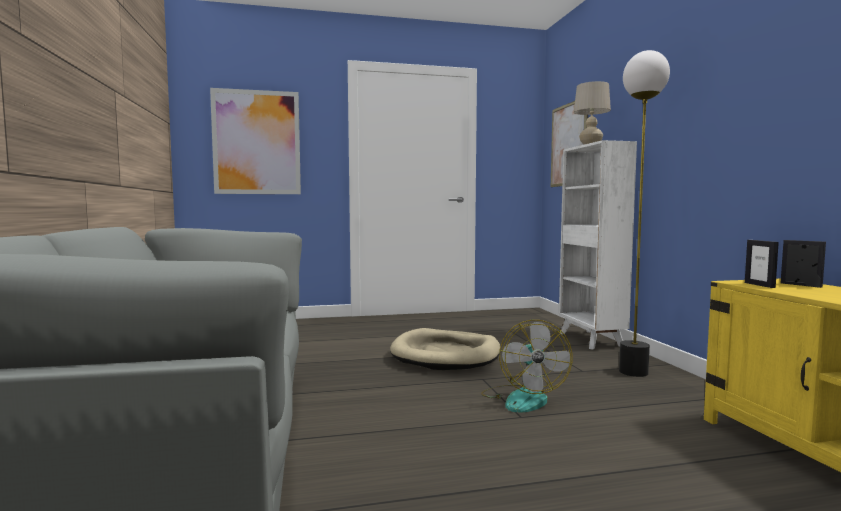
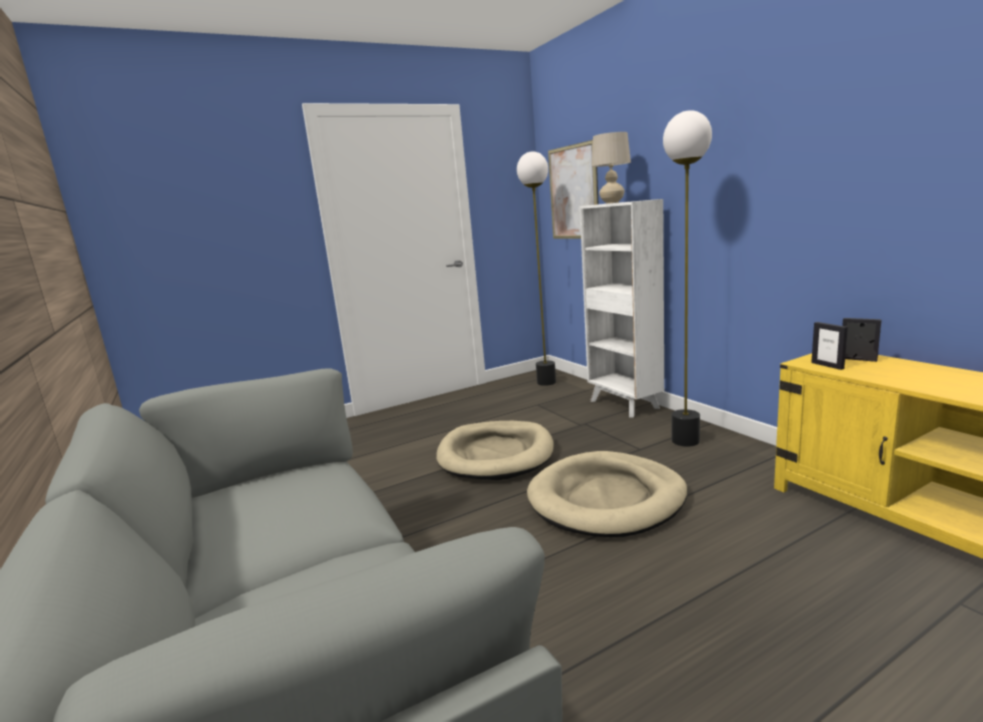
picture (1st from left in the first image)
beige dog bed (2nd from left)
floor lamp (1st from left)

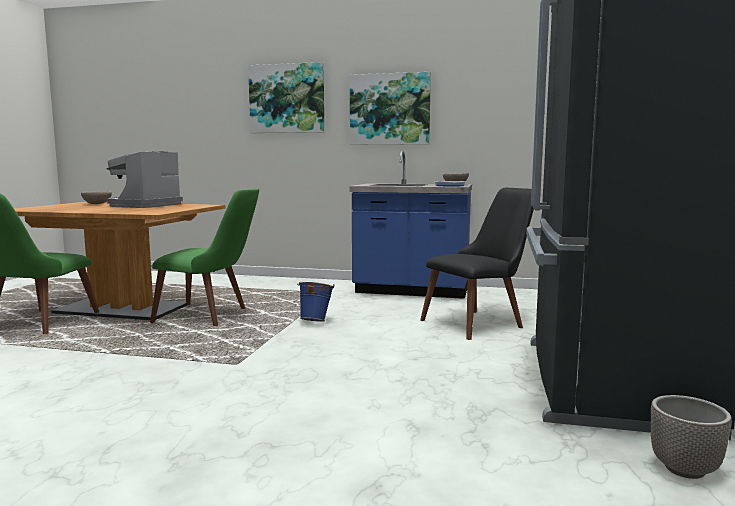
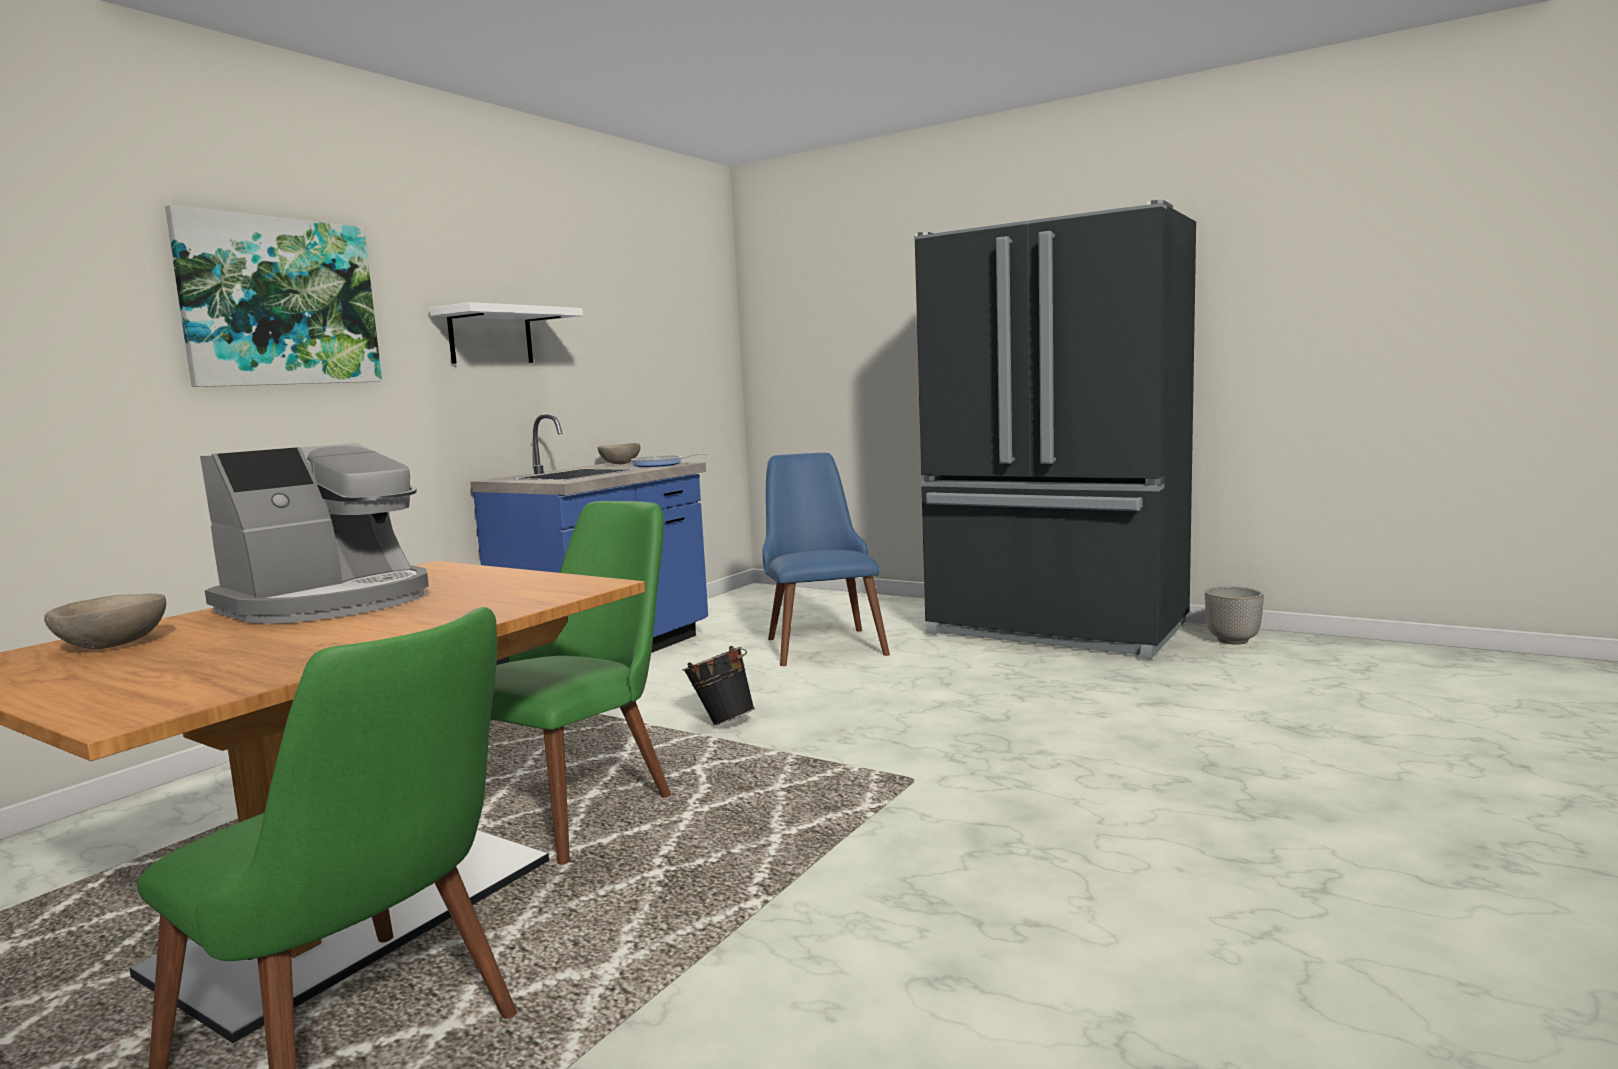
coffee machine
black bucket
white shelf
blue chair

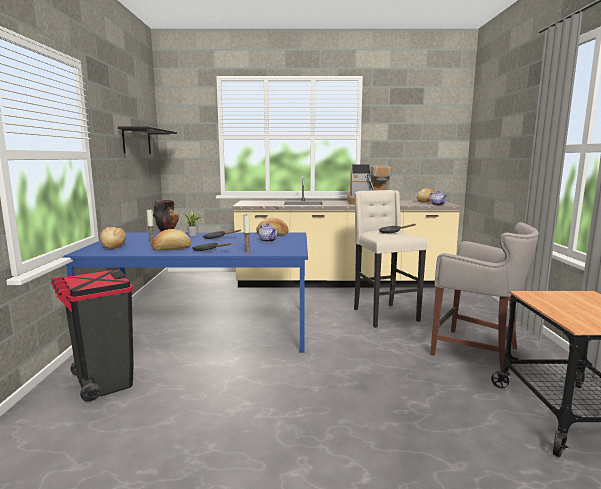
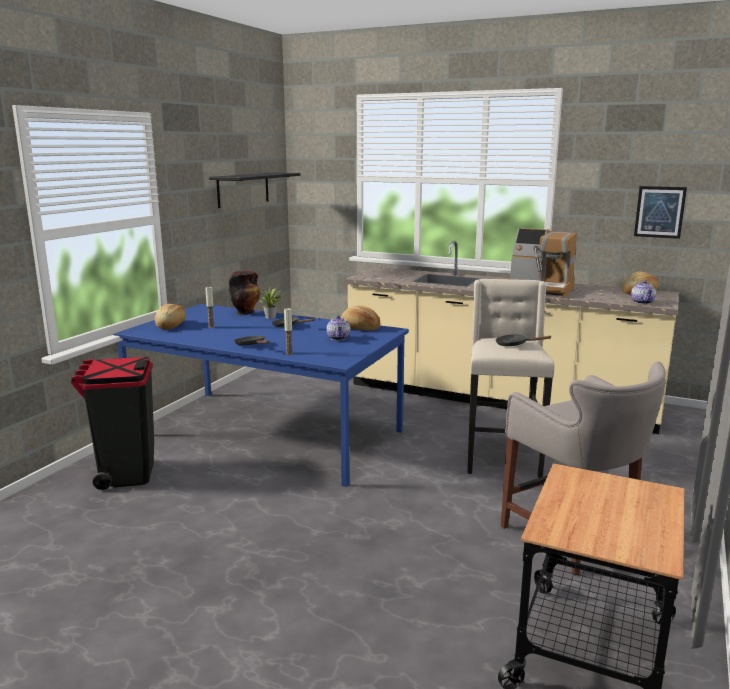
bread (2nd from left in the first image)
picture

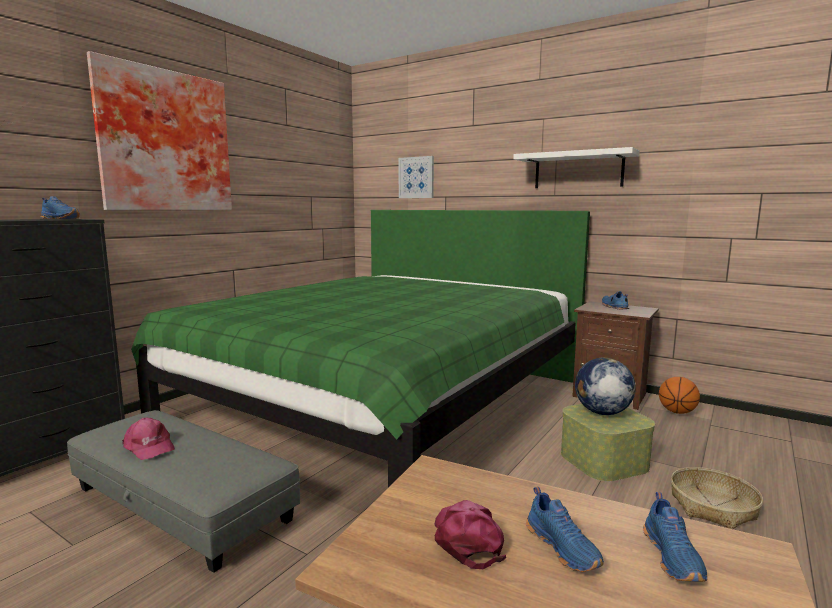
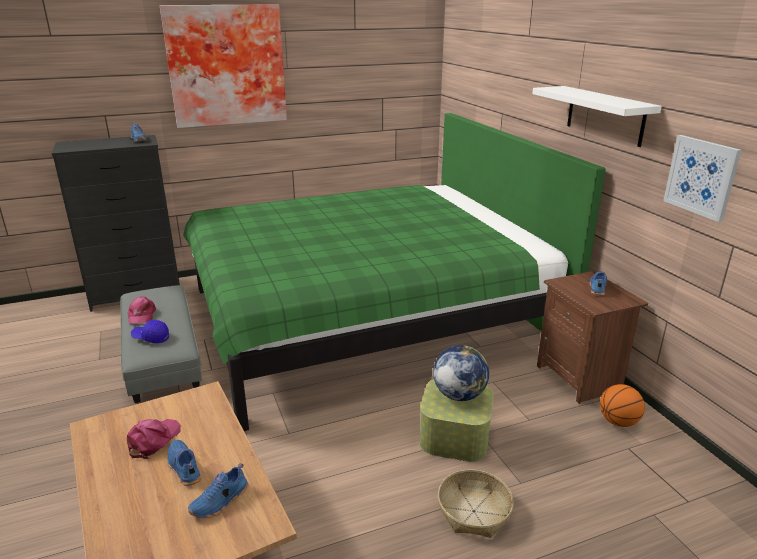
picture (2nd from left)
blue shoe (2nd from left)
blue cap

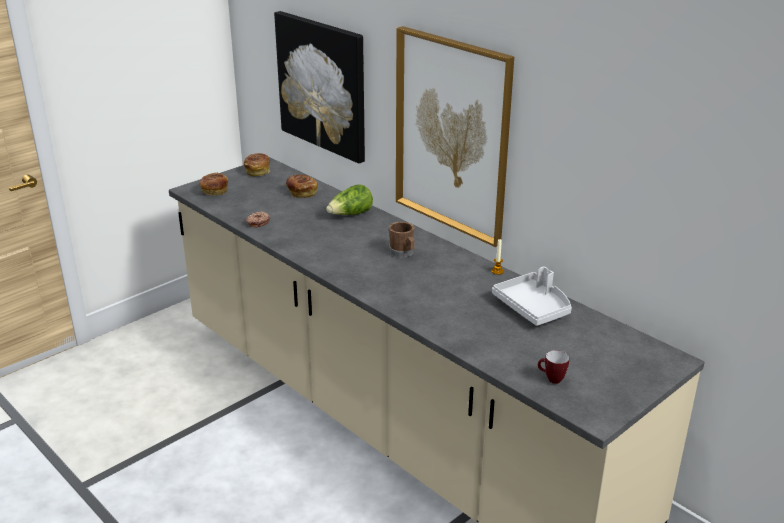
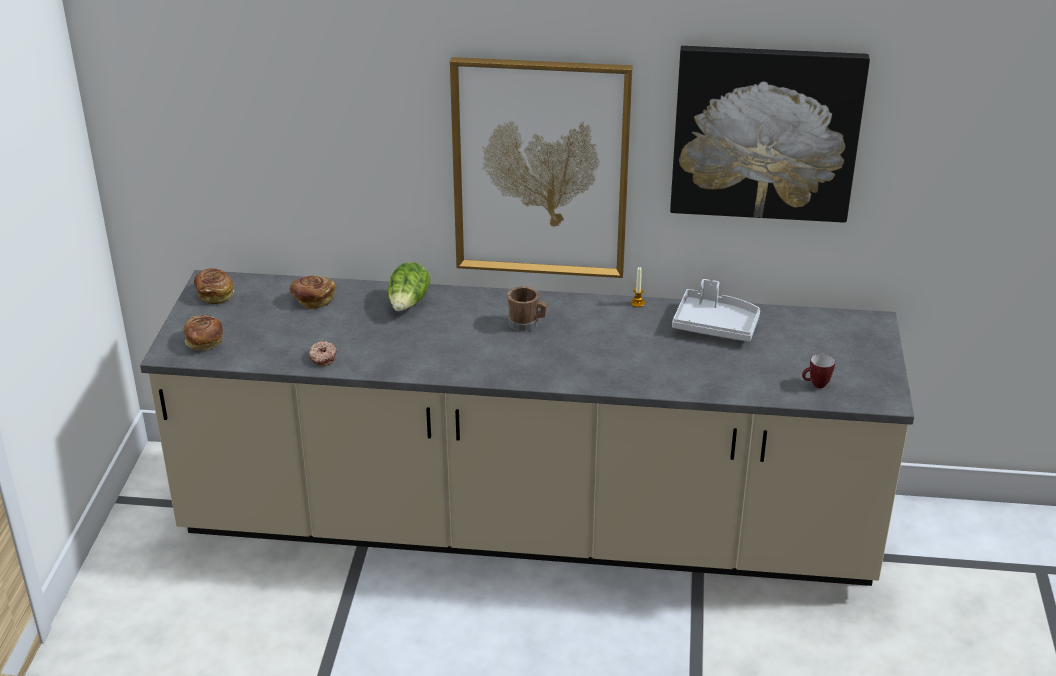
picture (2nd from left)

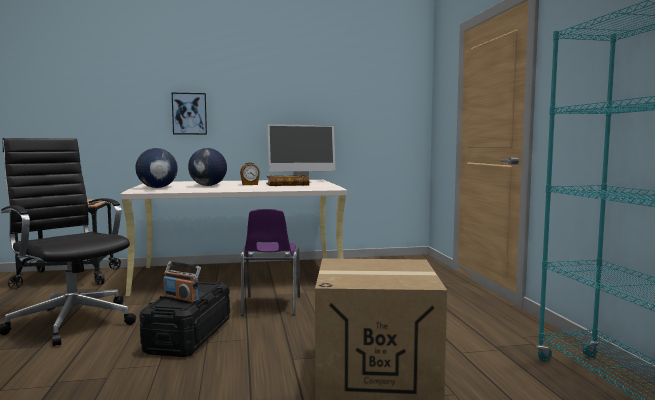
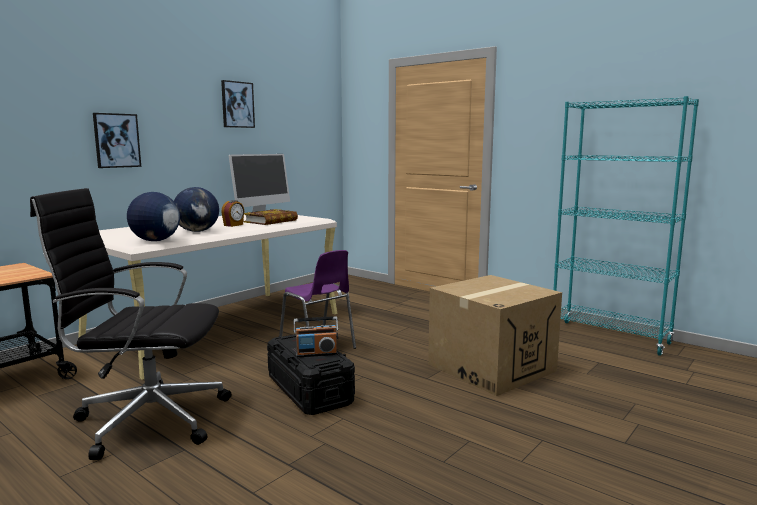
picture (2nd from left)

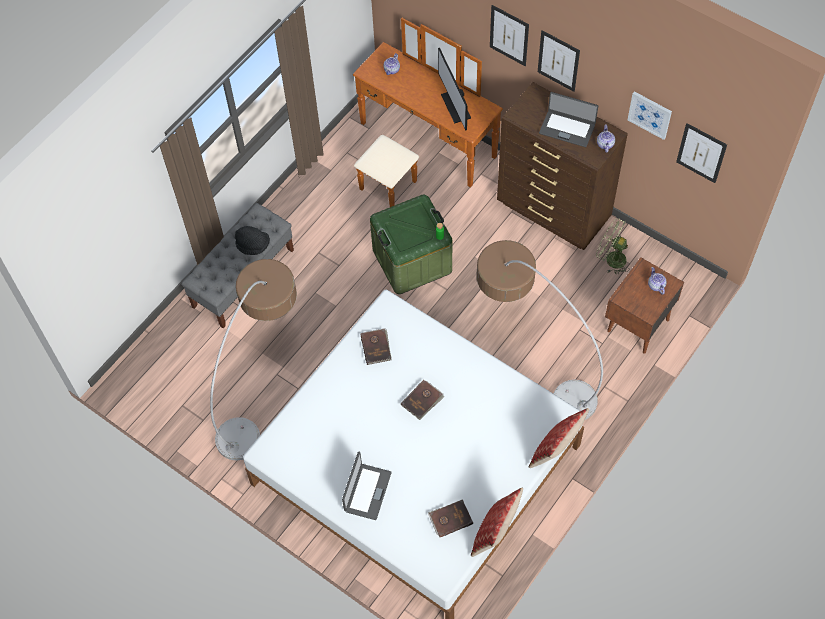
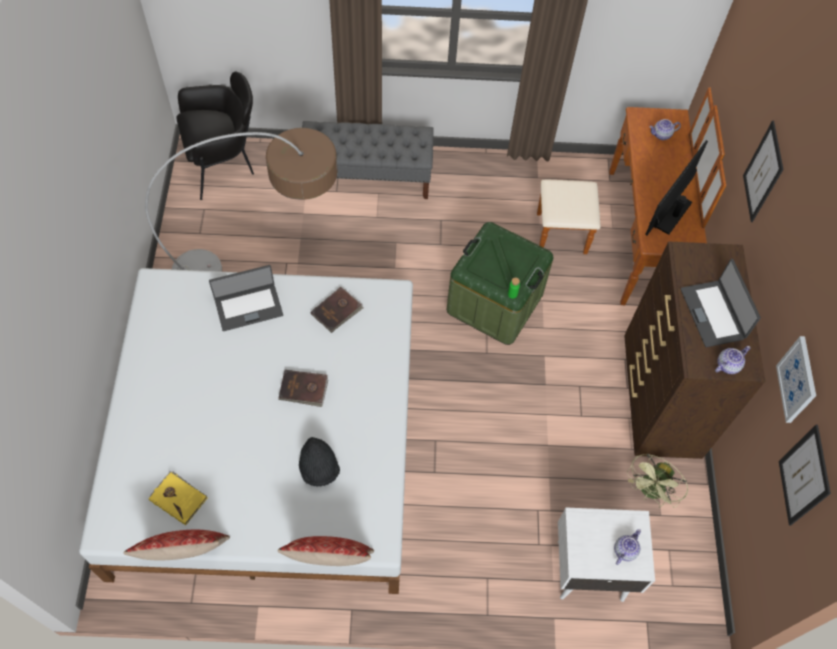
black hat
laptop (1st from left)
yellow book
floor lamp (2nd from left in the first image)
picture (2nd from left in the first image)
green fan
white nightstand
black armchair

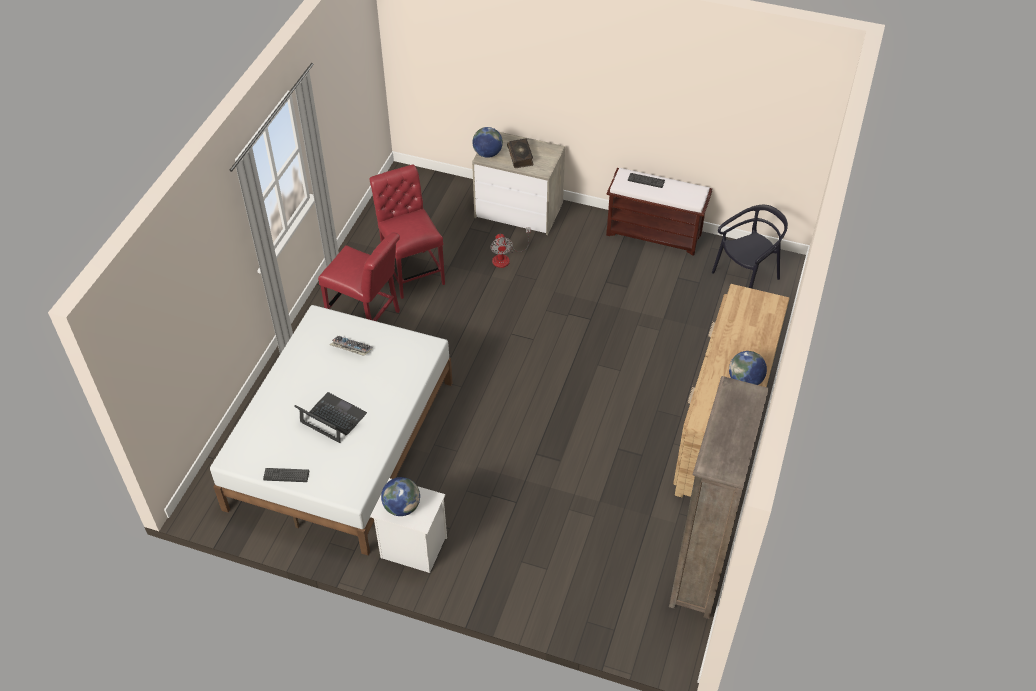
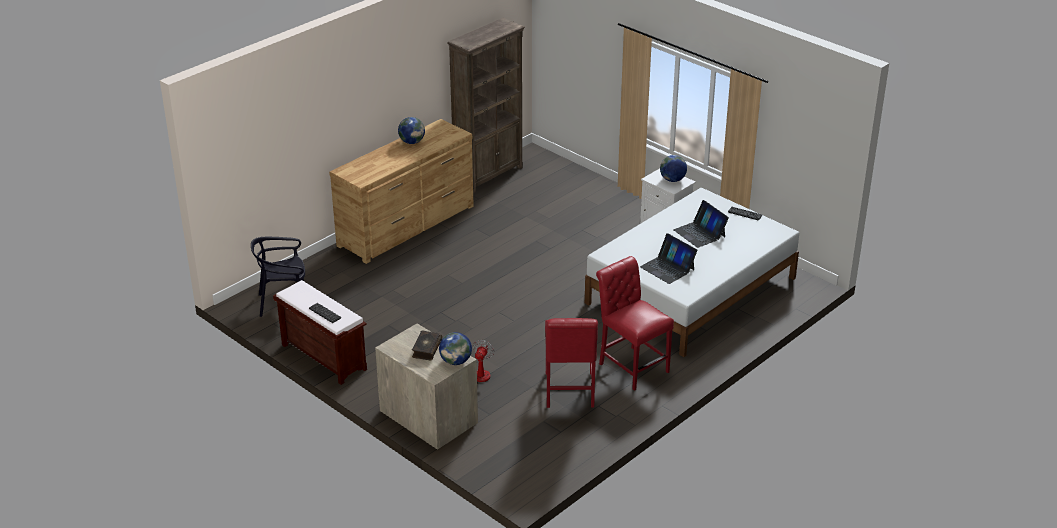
laptop (1st from left)

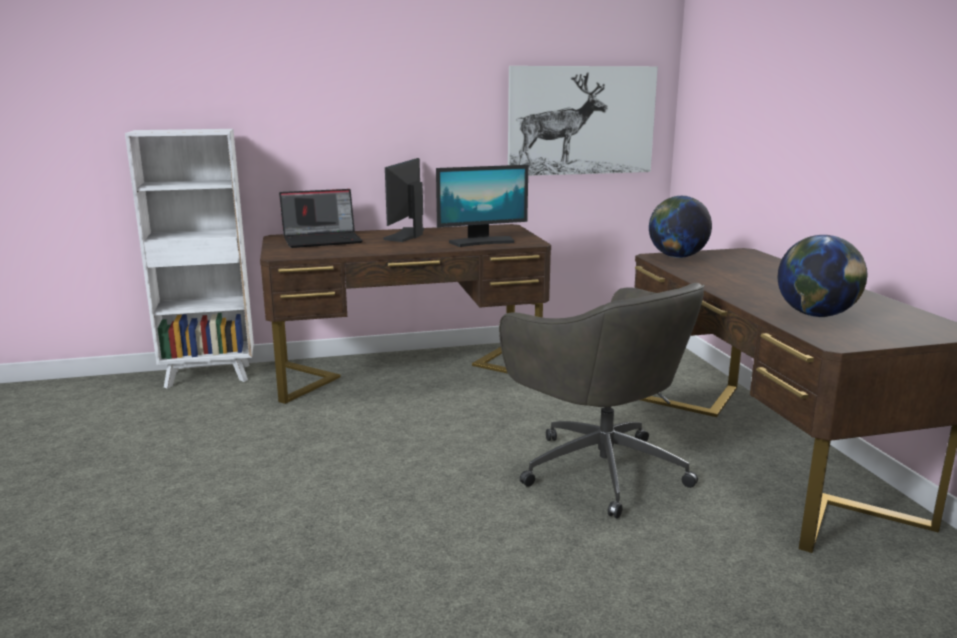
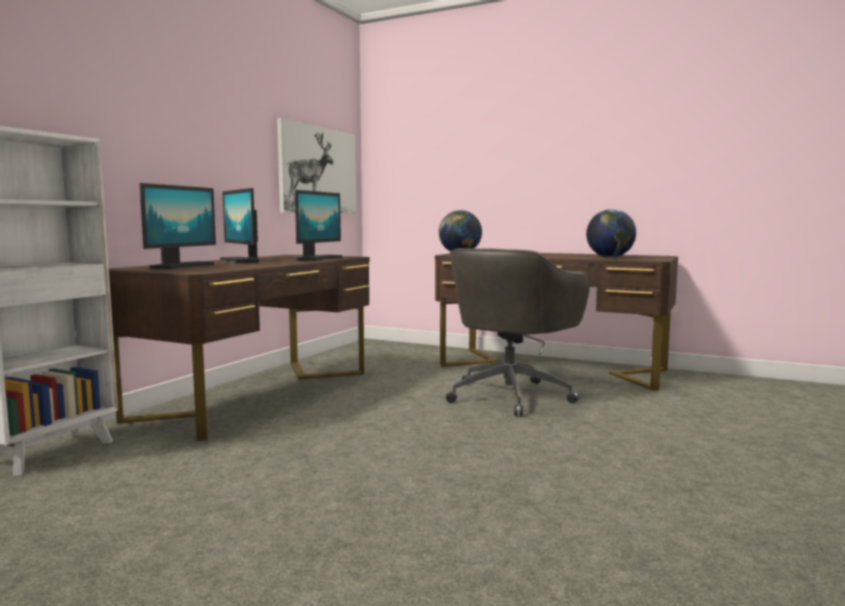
monitor (1st from left)
grey office chair

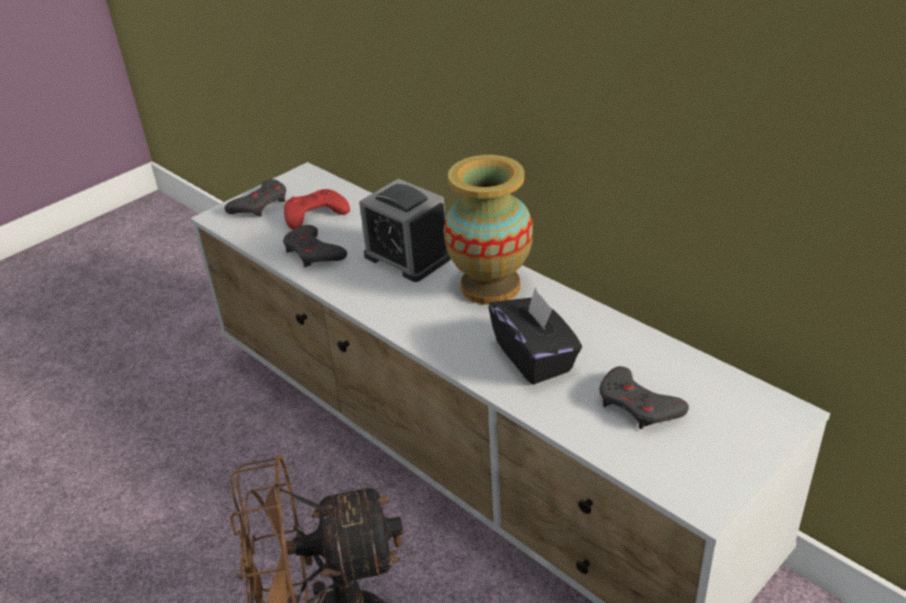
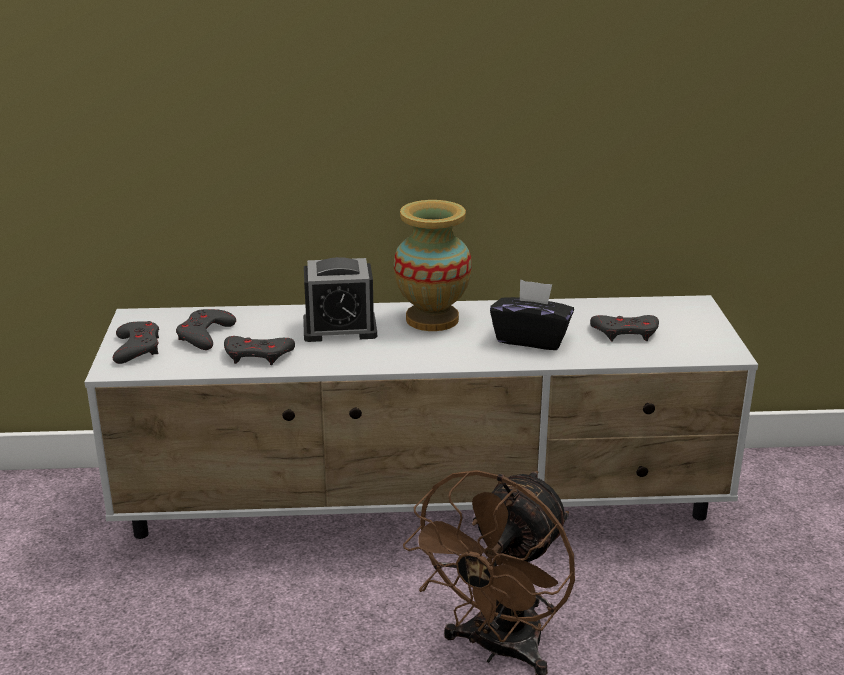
grey game controller (2nd from left)

